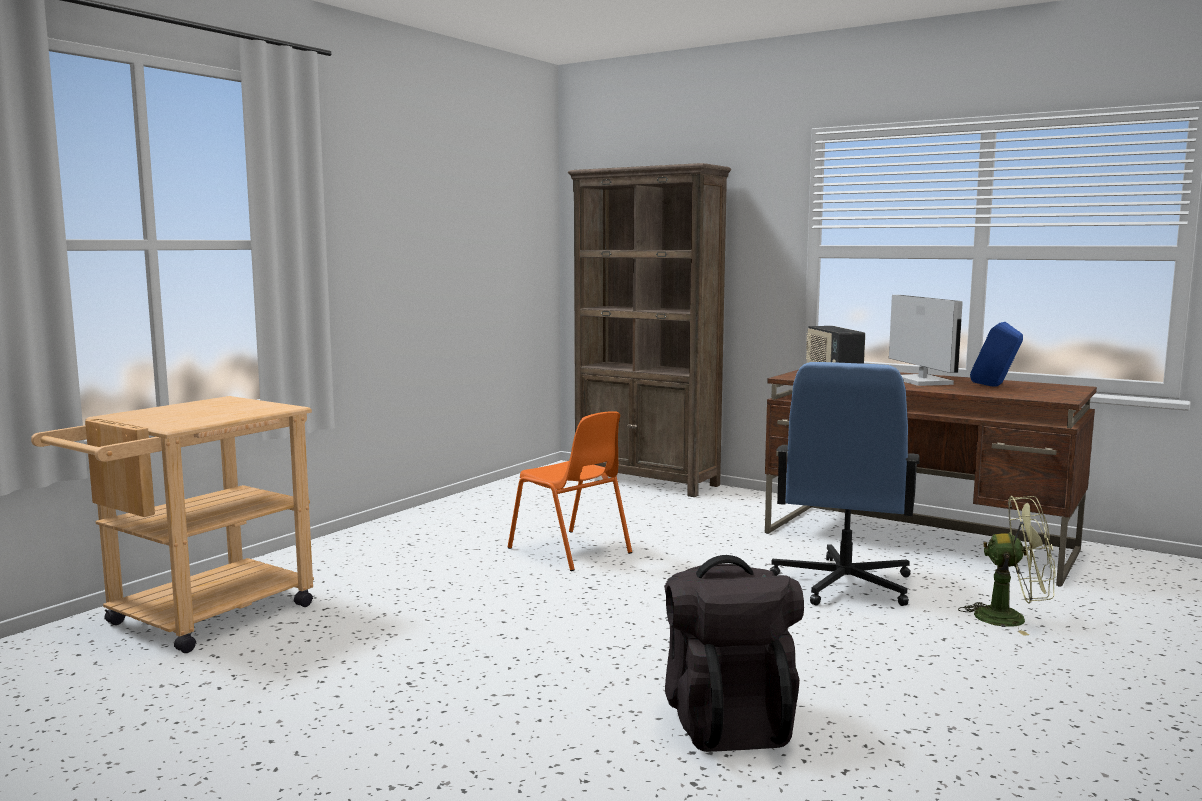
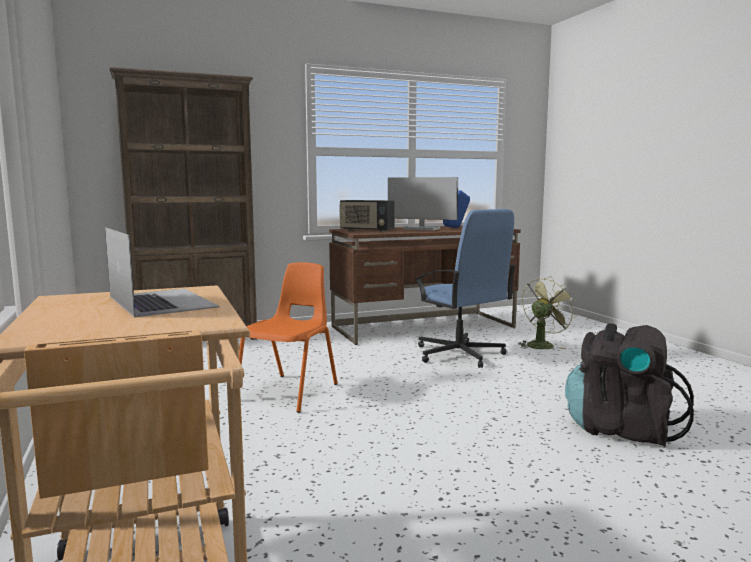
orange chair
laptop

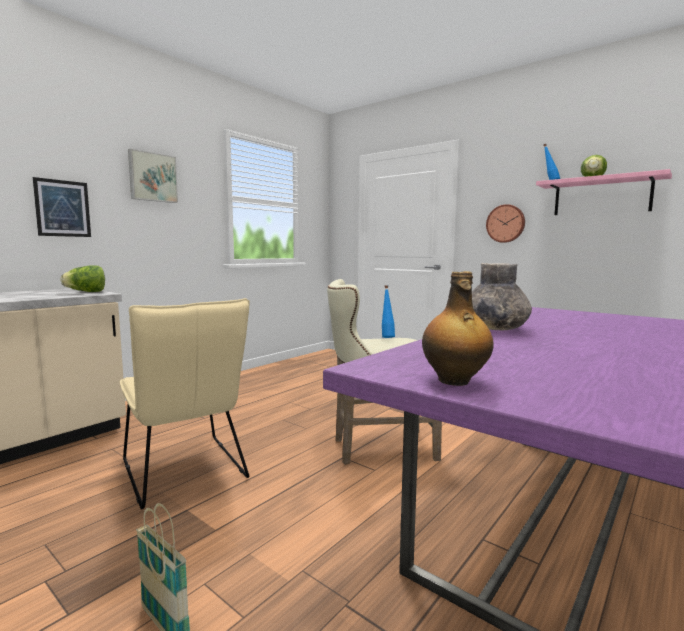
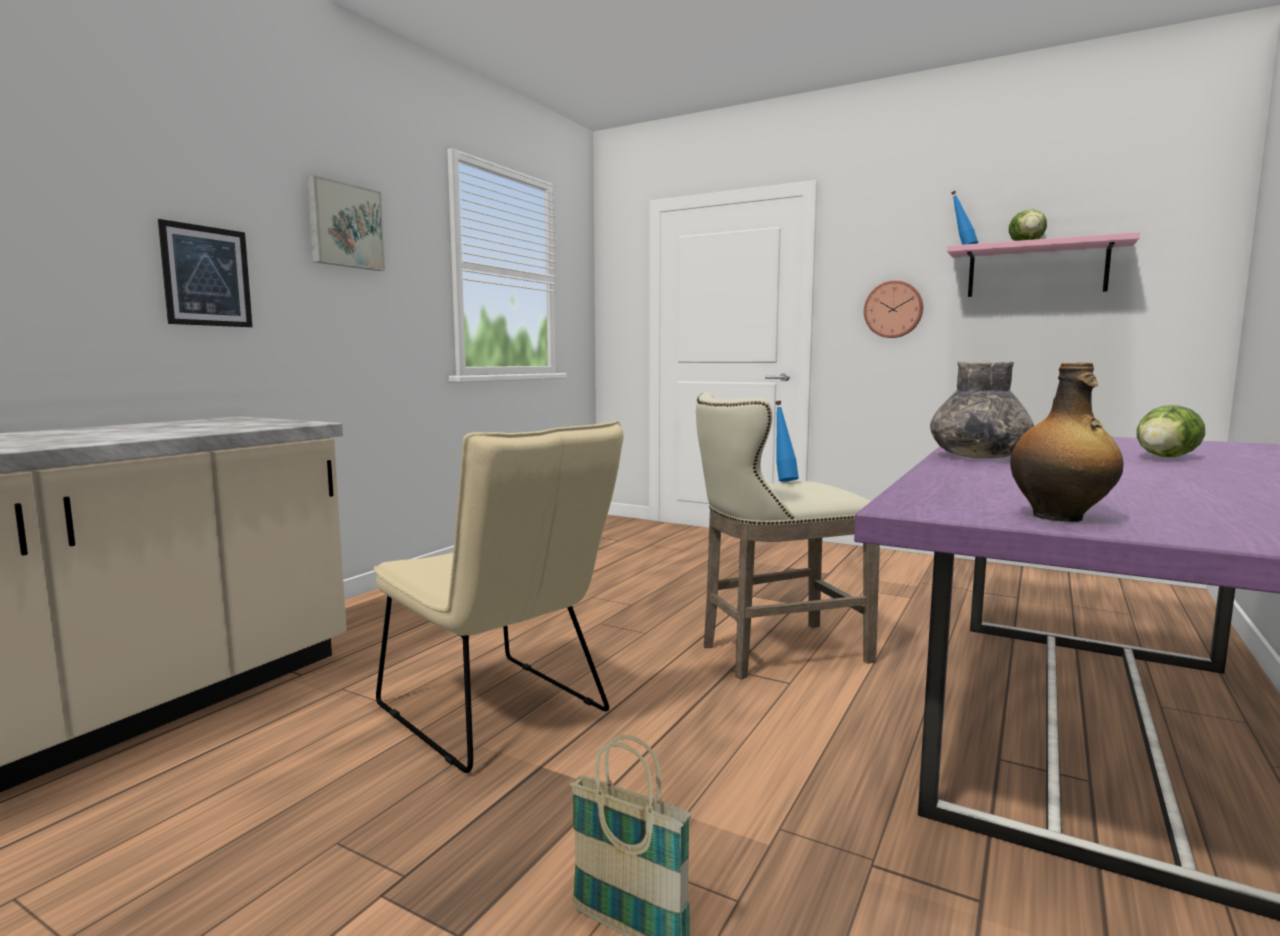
lettuce (2nd from left)

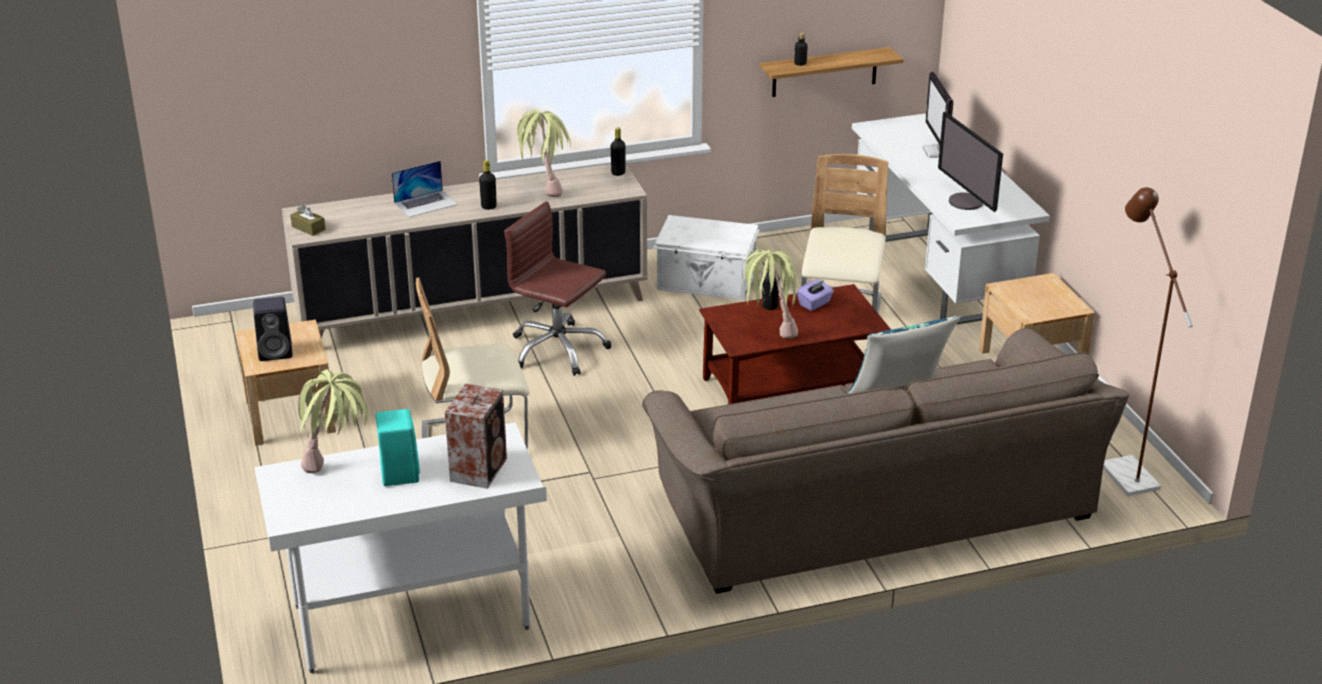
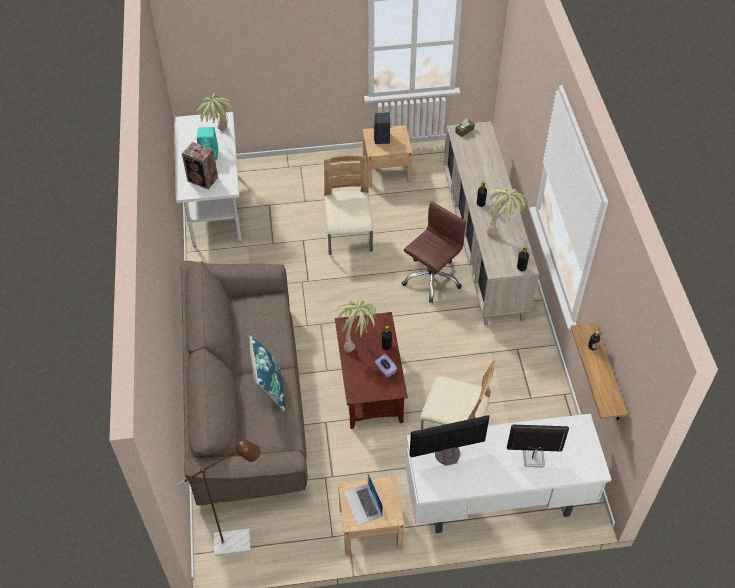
laptop
white storage box

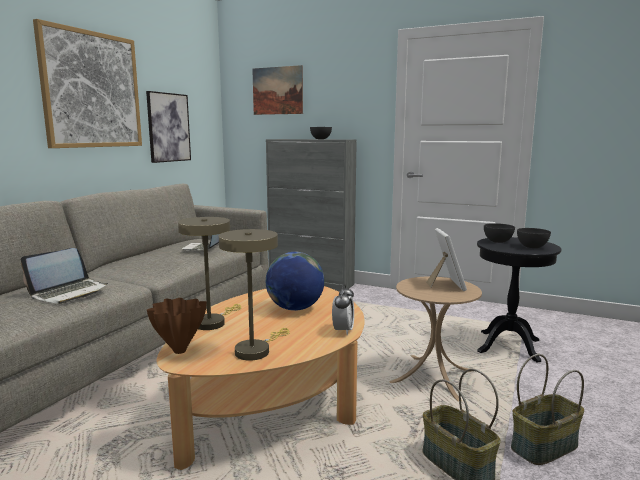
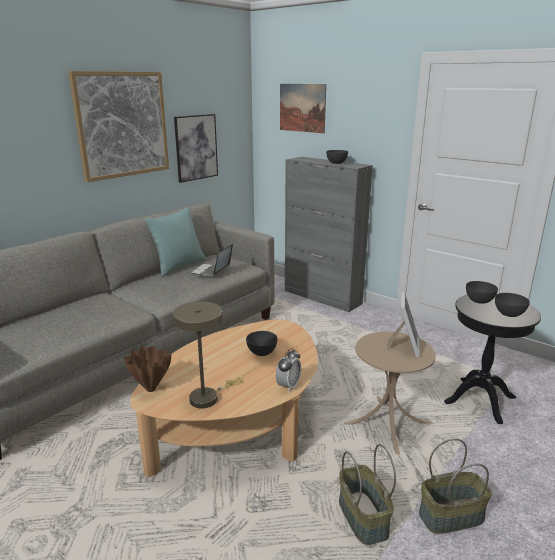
laptop (1st from left in the first image)
beige table lamp (1st from left in the first image)
grey bowl (1st from left)
turquoise pillow

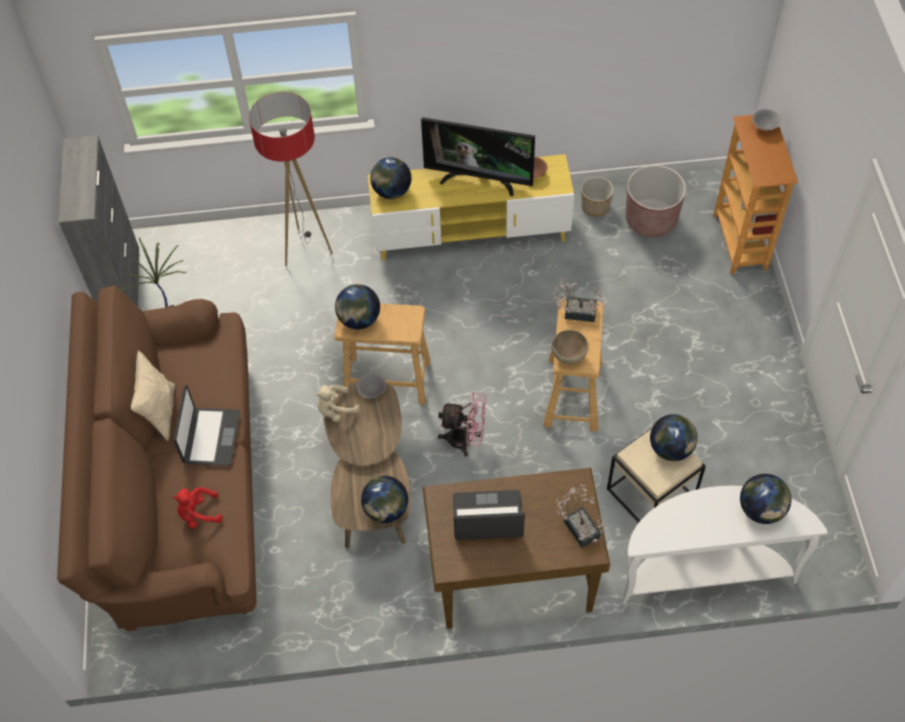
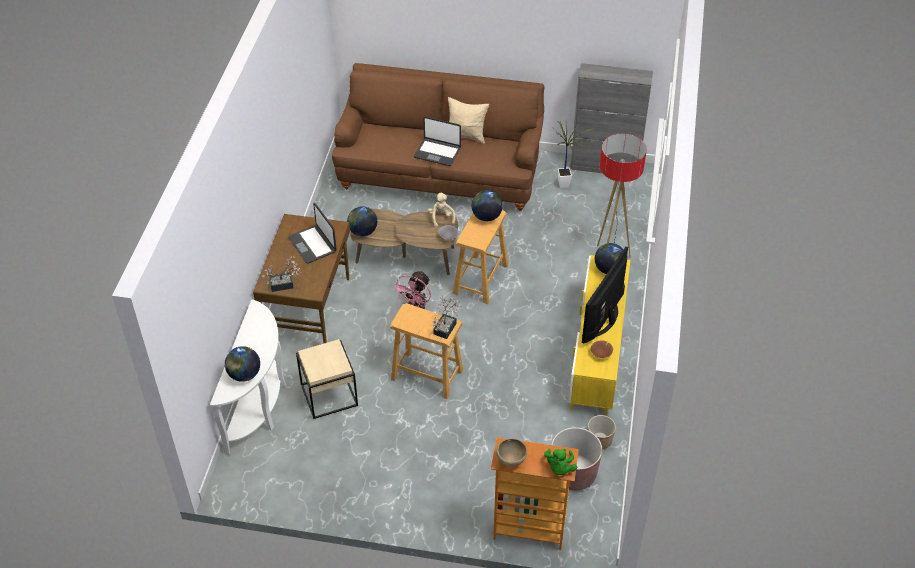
red plush toy
laptop (1st from left)
brown bowl (1st from left)
globe (4th from left in the first image)
green plush toy

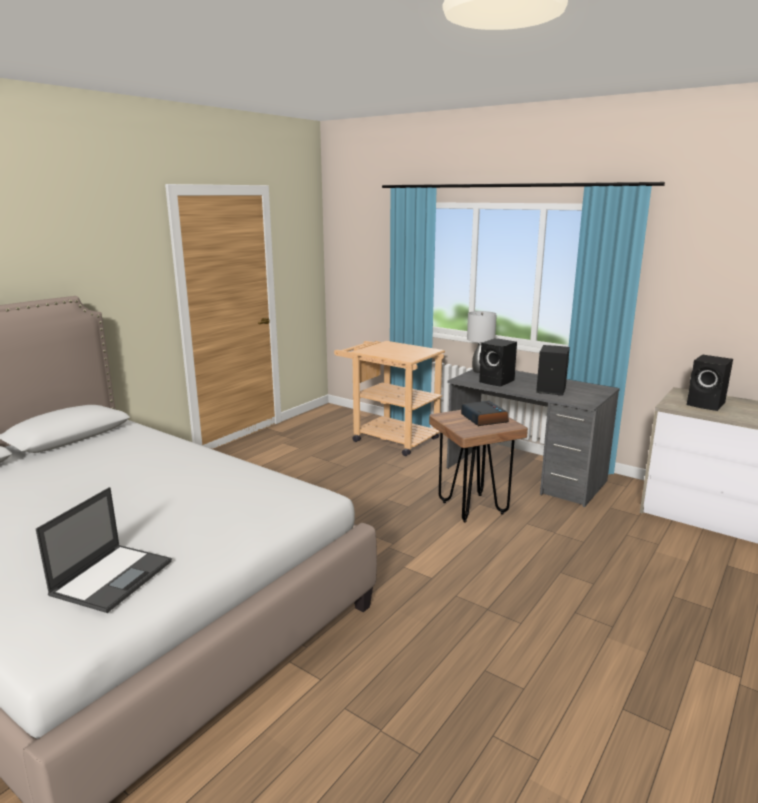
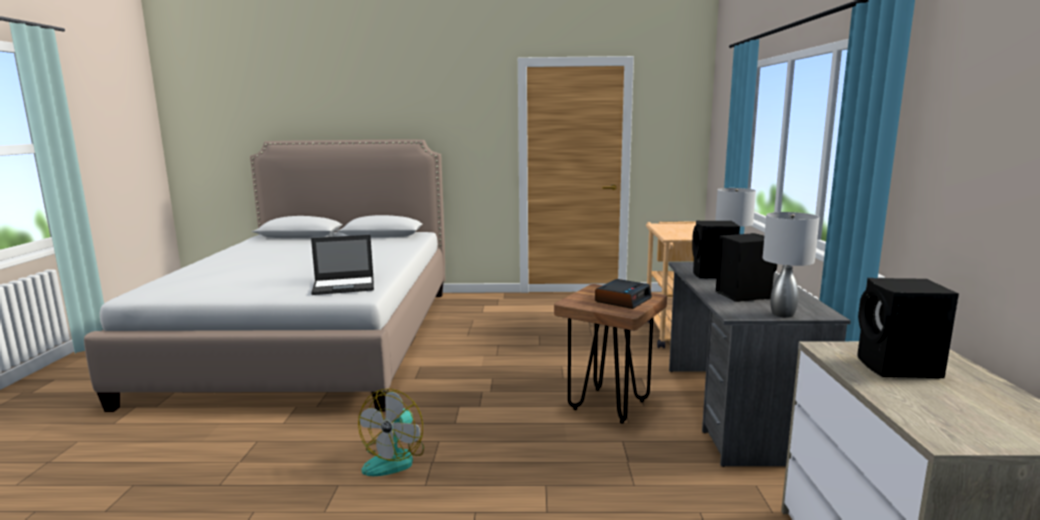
laptop
fan
grey table lamp (2nd from left)

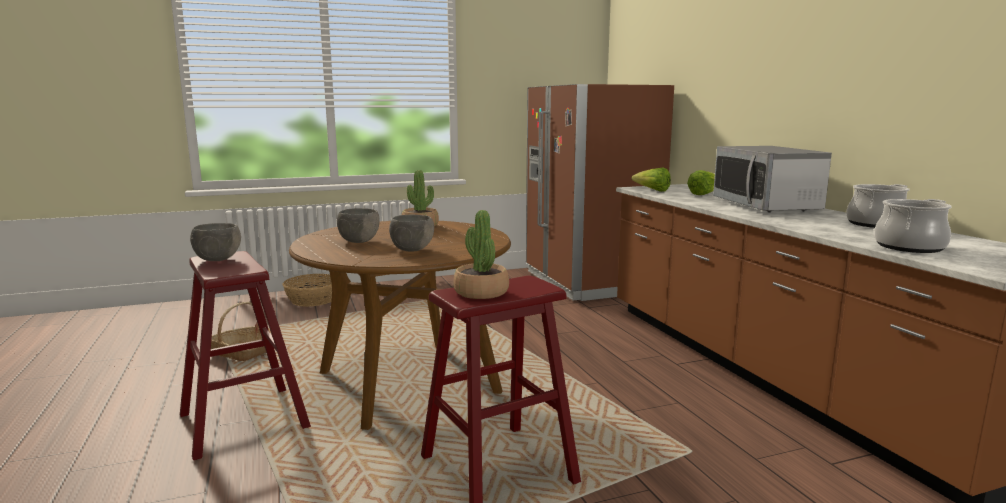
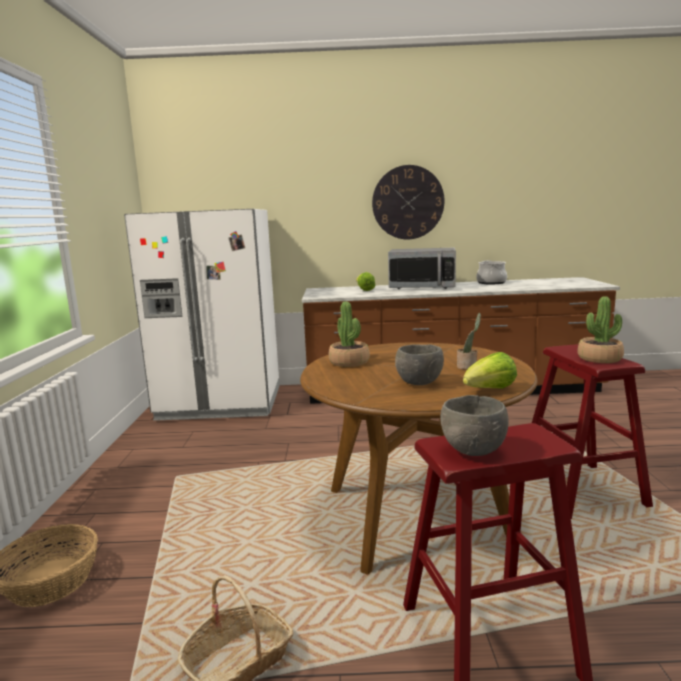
potted plant (2nd from left)
white fridge
lettuce (2nd from left)
cooking pot (2nd from left in the first image)
wall clock

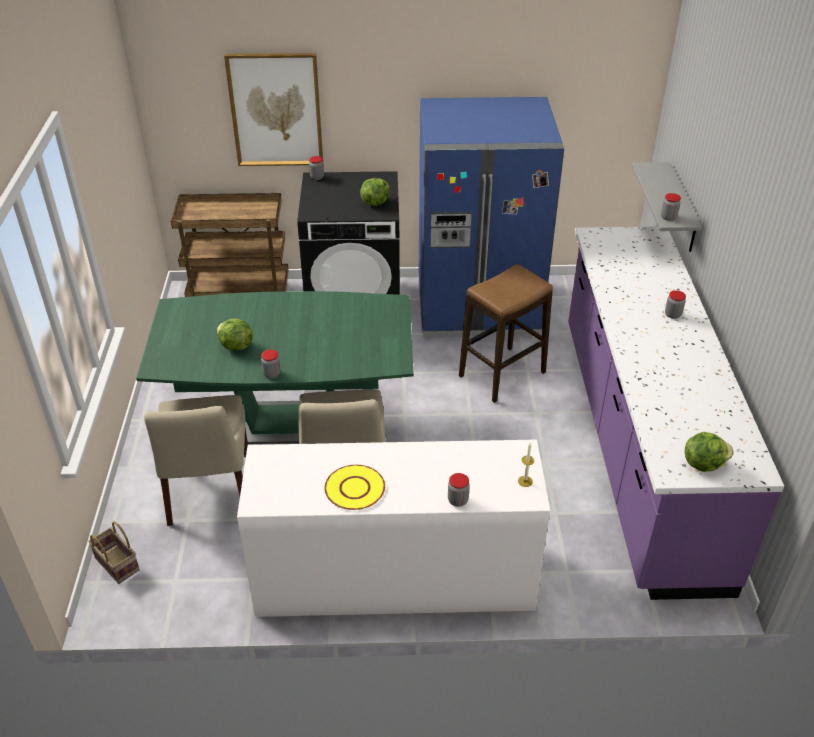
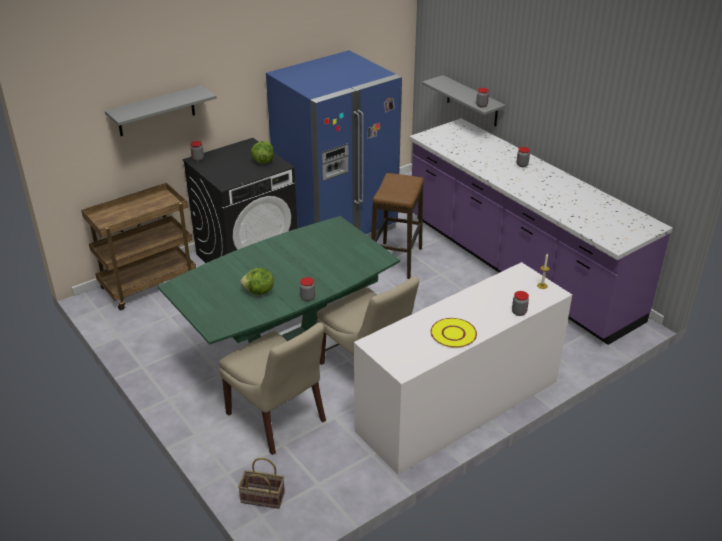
grey shelf (1st from left)
lettuce (3rd from left in the first image)

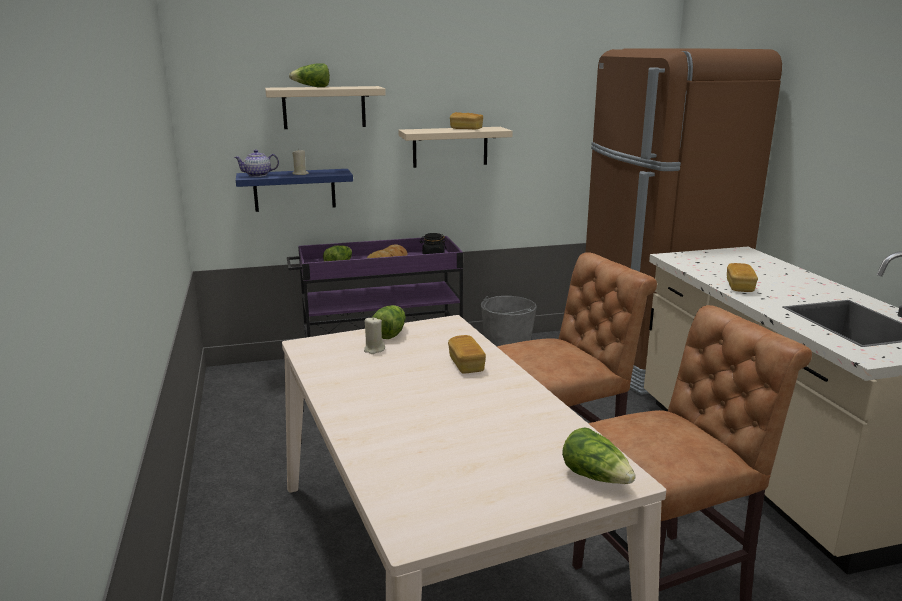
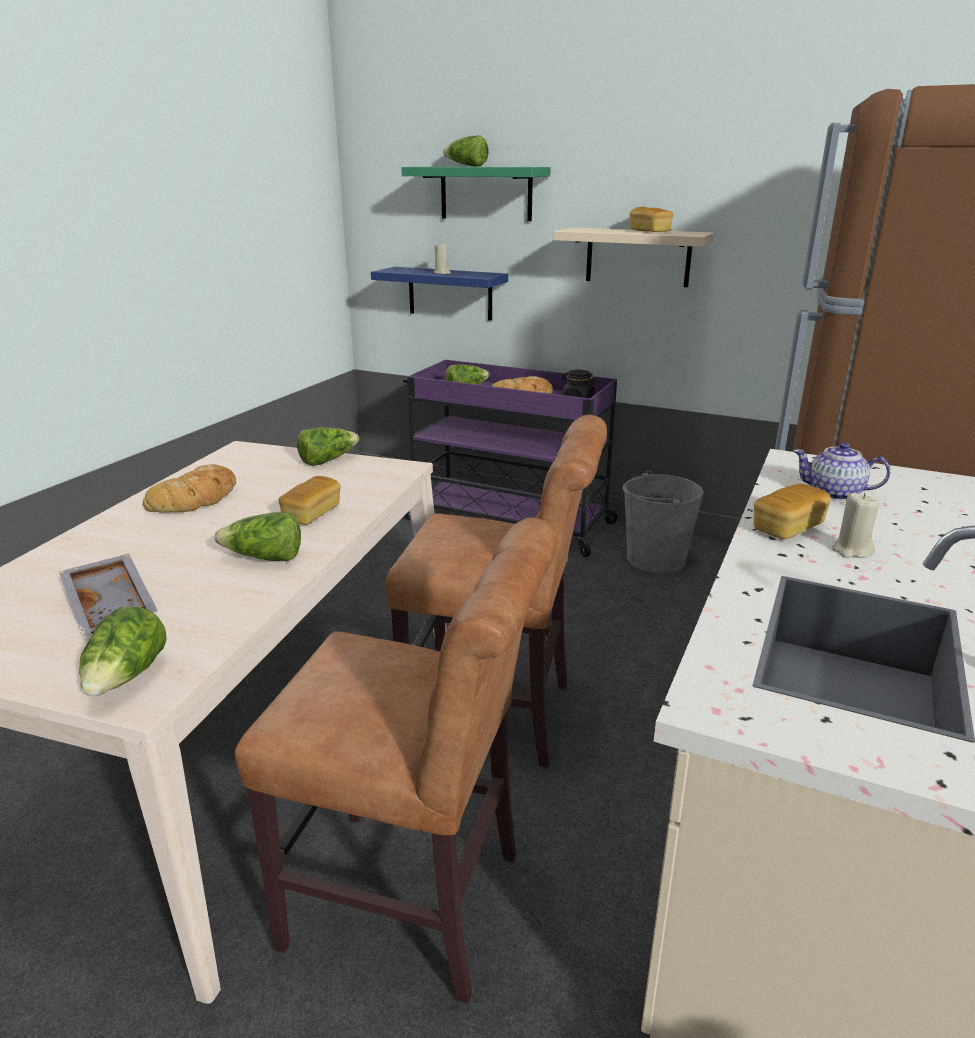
teapot
green shelf
beige candle (2nd from left)
grey tray
bread (1st from left)
lettuce (2nd from left)

